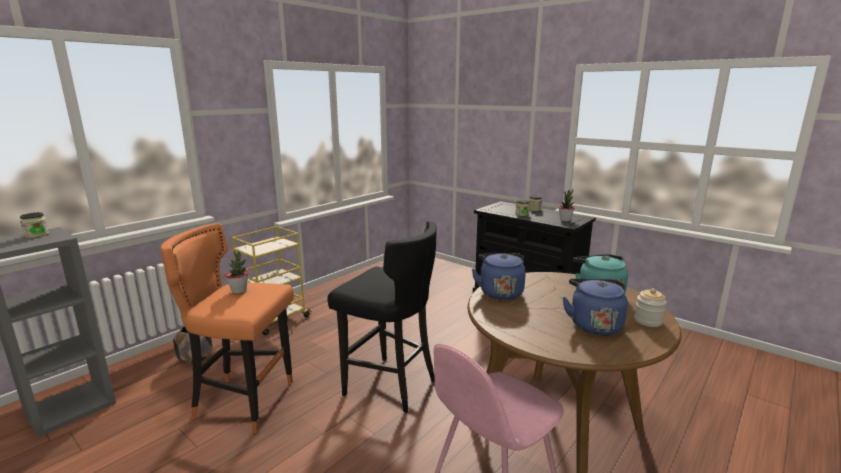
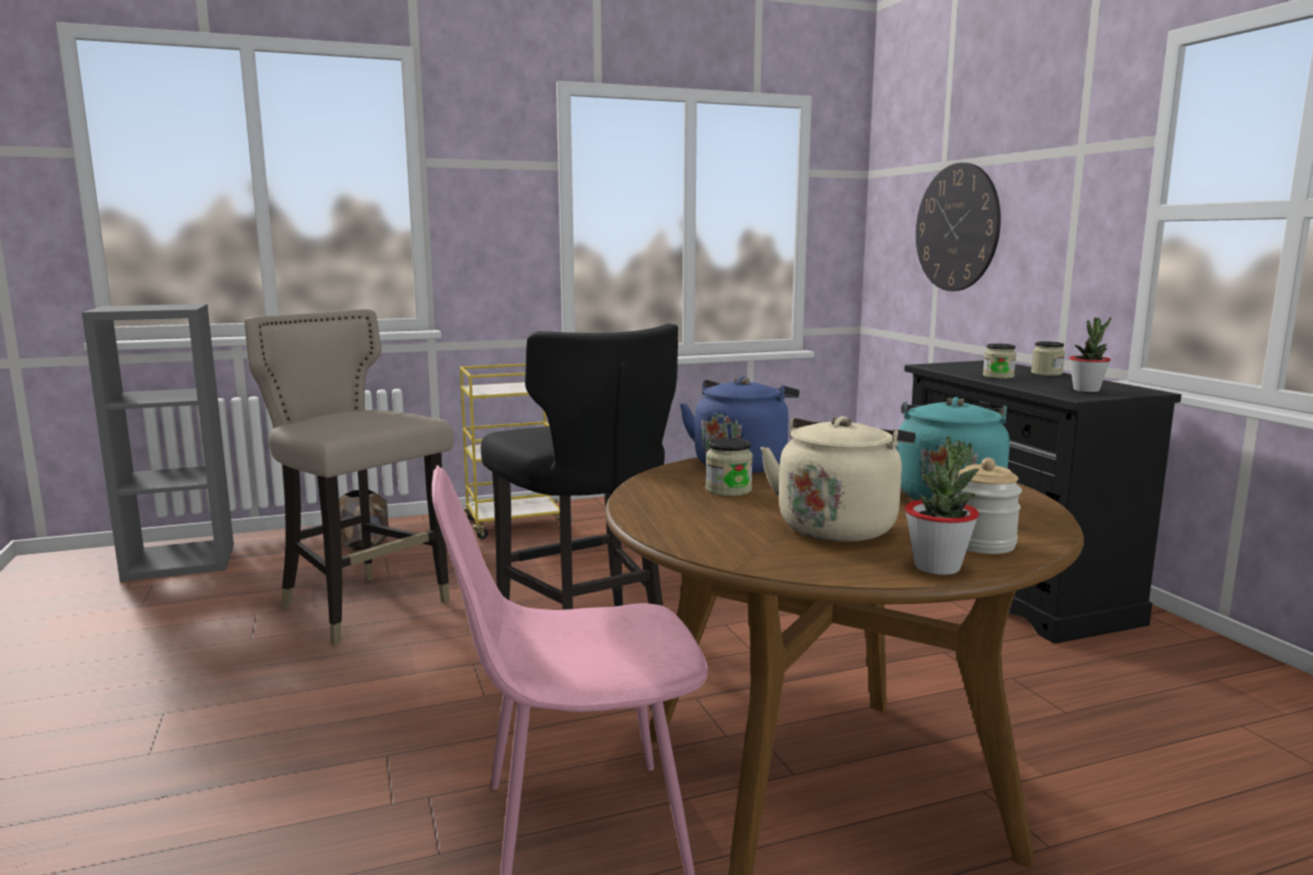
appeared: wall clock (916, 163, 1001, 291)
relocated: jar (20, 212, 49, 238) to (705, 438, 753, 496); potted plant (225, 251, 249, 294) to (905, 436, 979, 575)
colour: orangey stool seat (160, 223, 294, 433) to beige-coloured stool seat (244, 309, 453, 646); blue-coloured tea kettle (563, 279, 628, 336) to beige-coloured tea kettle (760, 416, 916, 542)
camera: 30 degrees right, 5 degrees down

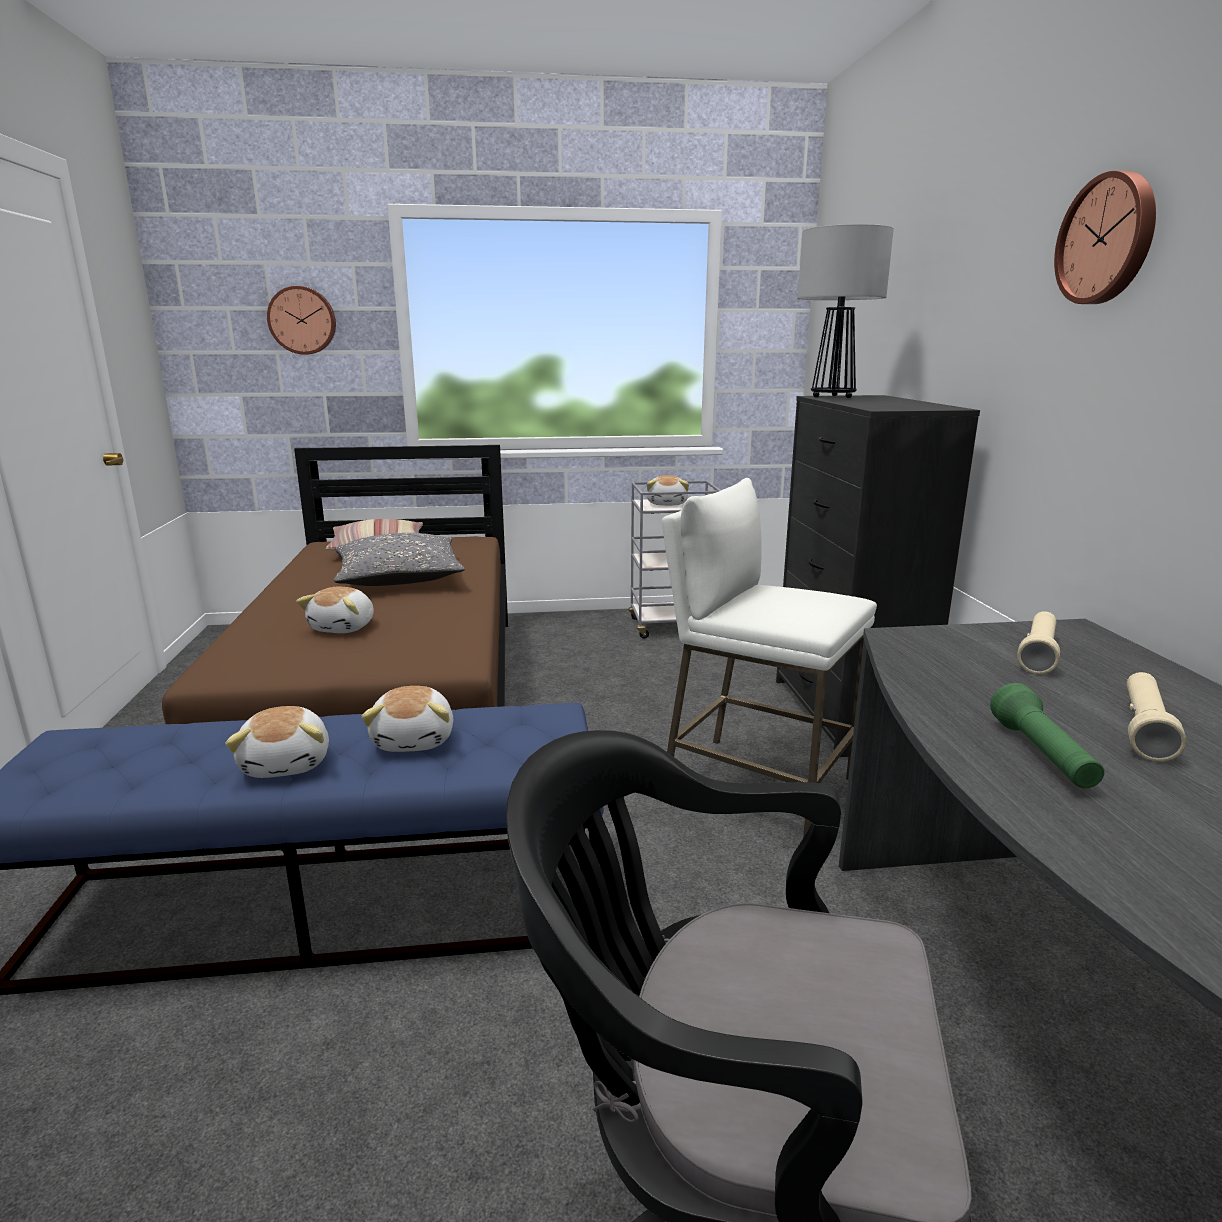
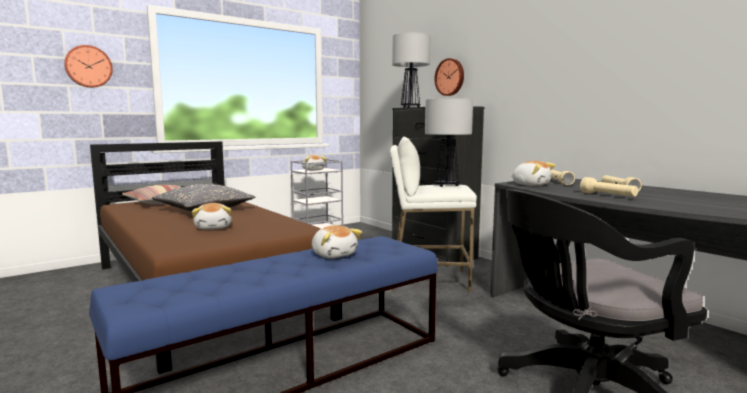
appeared: table lamp (425, 98, 473, 187)
relocated: cuddly toy (225, 706, 329, 778) to (510, 161, 555, 186); wall clock (1054, 171, 1156, 304) to (434, 58, 464, 96)
colour: green-coloured hand torch (990, 683, 1104, 788) to beige-coloured hand torch (580, 177, 638, 197)
camera: 30 degrees left, 10 degrees down

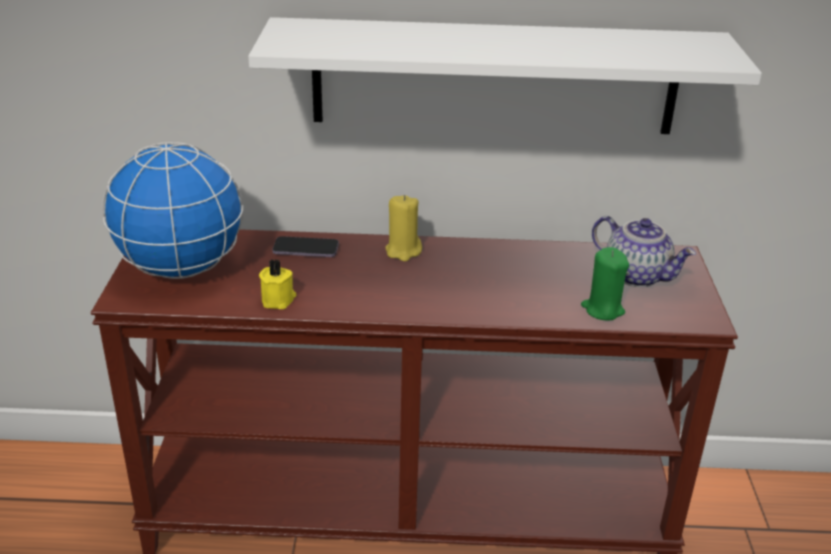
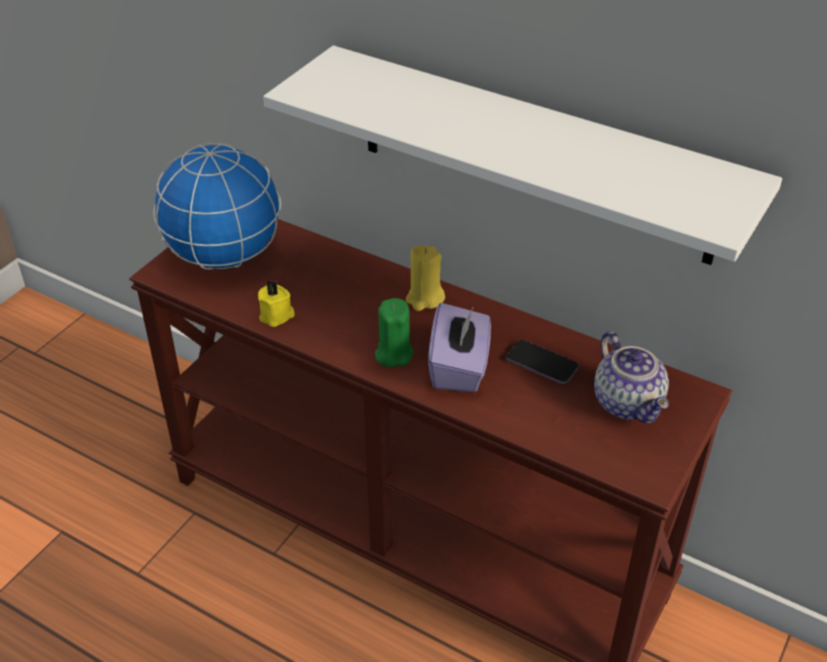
appeared: purple tissue holder (428, 303, 491, 392)
relocated: handset (272, 236, 339, 257) to (506, 340, 579, 384); green-coloured wax candle (581, 247, 629, 320) to (375, 298, 413, 367)
camera: 30 degrees right, 10 degrees up

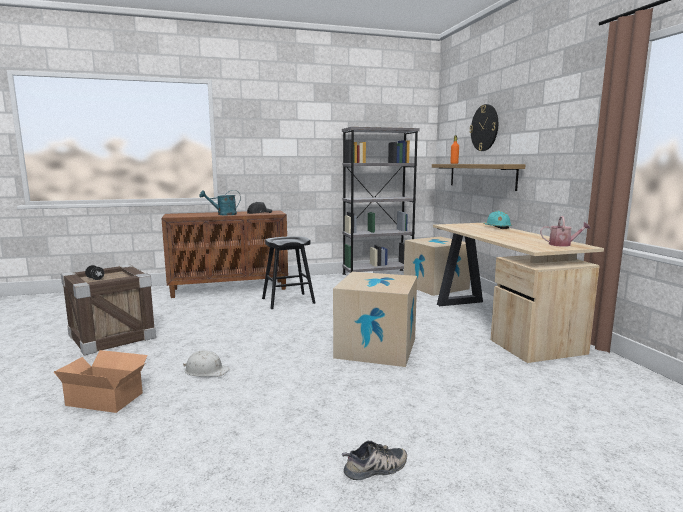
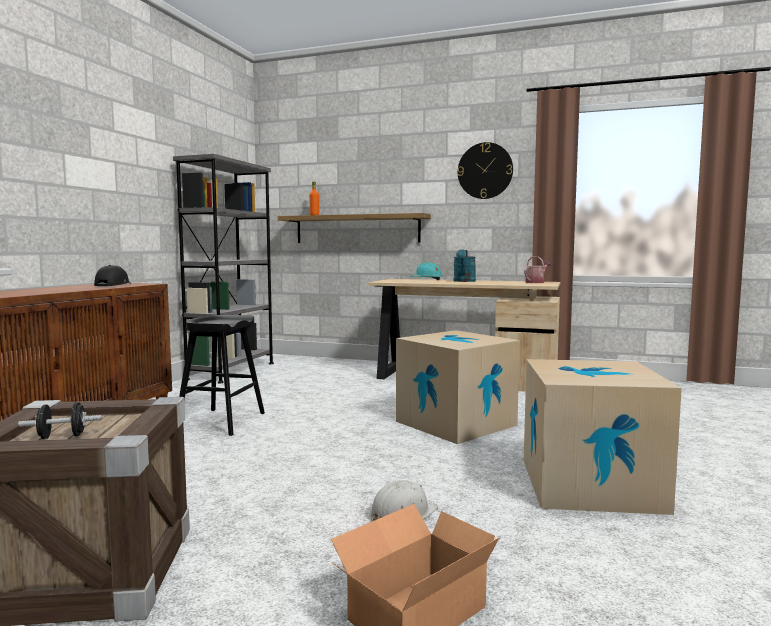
missing: low shoe (342, 441, 407, 480)
relocated: turquoise-coloured sprinkling can (199, 190, 241, 215) to (453, 249, 476, 282); carton (404, 237, 470, 296) to (524, 359, 682, 515); wall clock (470, 104, 498, 151) to (458, 142, 513, 199)
camera: 55 degrees left, 5 degrees down

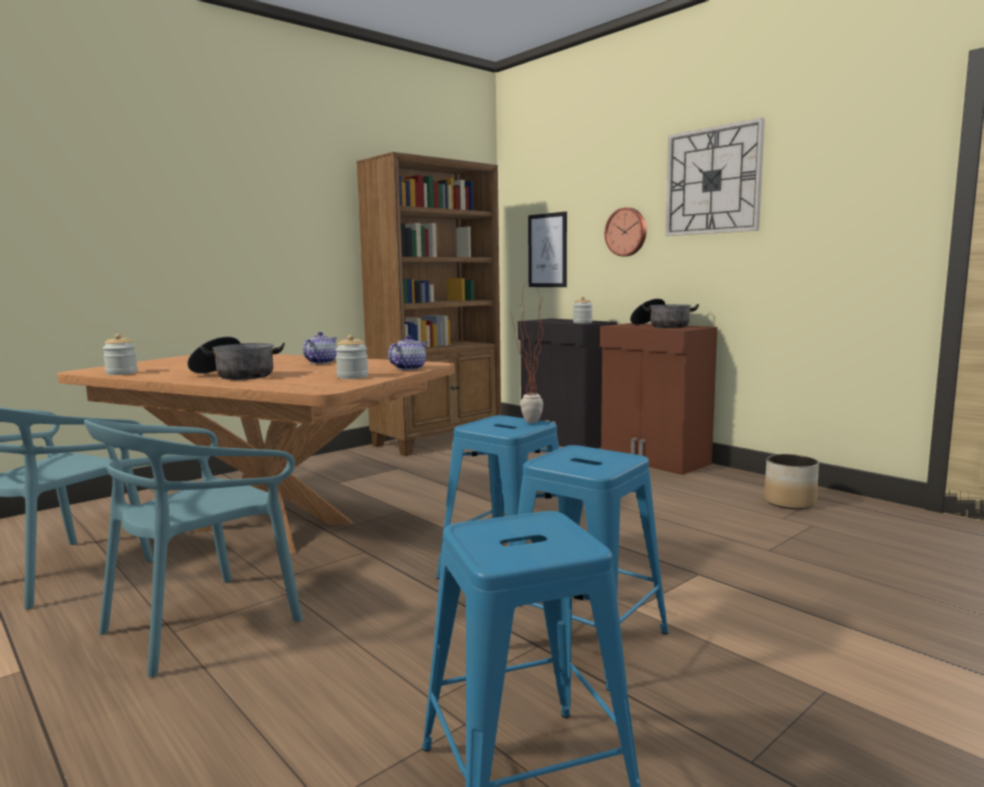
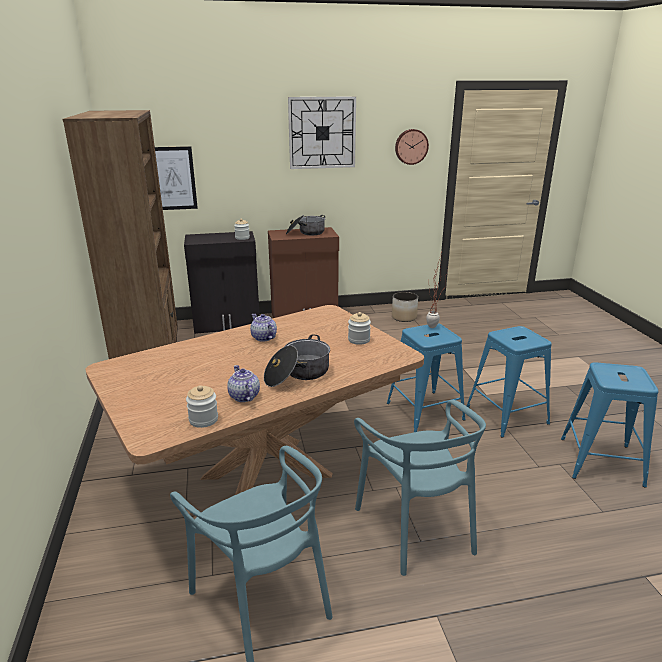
relocated: teapot (388, 335, 427, 370) to (227, 365, 260, 402); wall clock (605, 207, 647, 256) to (395, 129, 429, 165)
camera: 60 degrees left, 15 degrees up

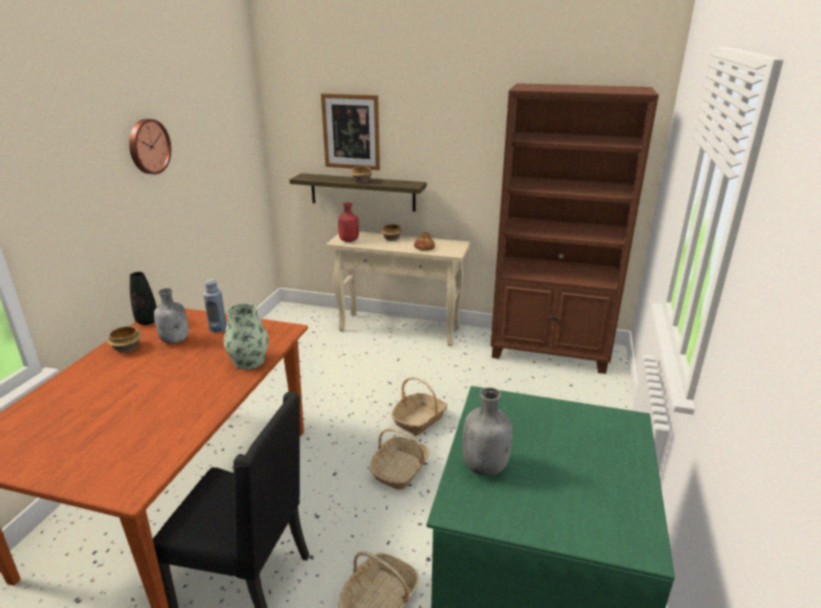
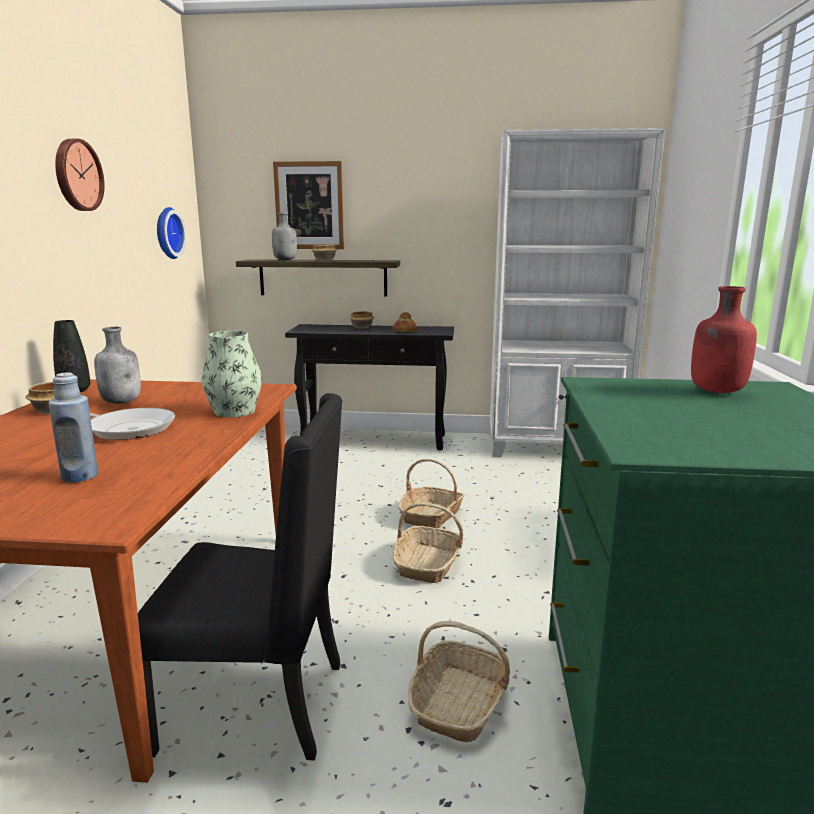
appeared: frying pan (90, 408, 175, 440); wall clock (157, 207, 186, 259)
relocated: blue-coloured bottle (203, 279, 227, 332) to (49, 372, 98, 482); red bottle (338, 202, 359, 242) to (691, 286, 757, 393); grey bottle (462, 387, 512, 476) to (272, 213, 297, 260)
colour: beige-coloured narrow table (326, 231, 470, 346) to black narrow table (285, 324, 454, 450); brown-coloured bookshelf (491, 83, 659, 374) to whitish bookshelf (490, 128, 666, 457)
camera: 10 degrees left, 10 degrees down

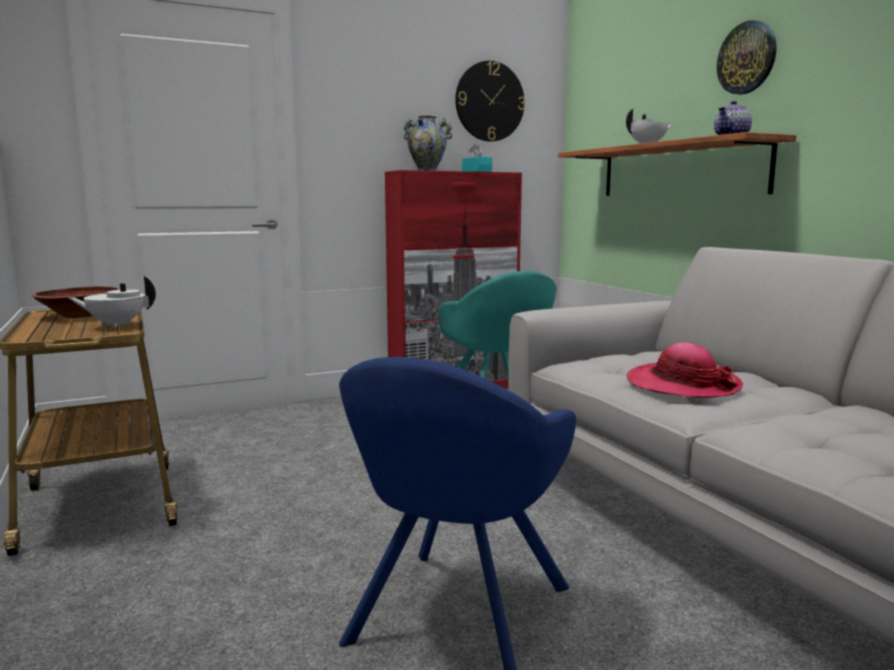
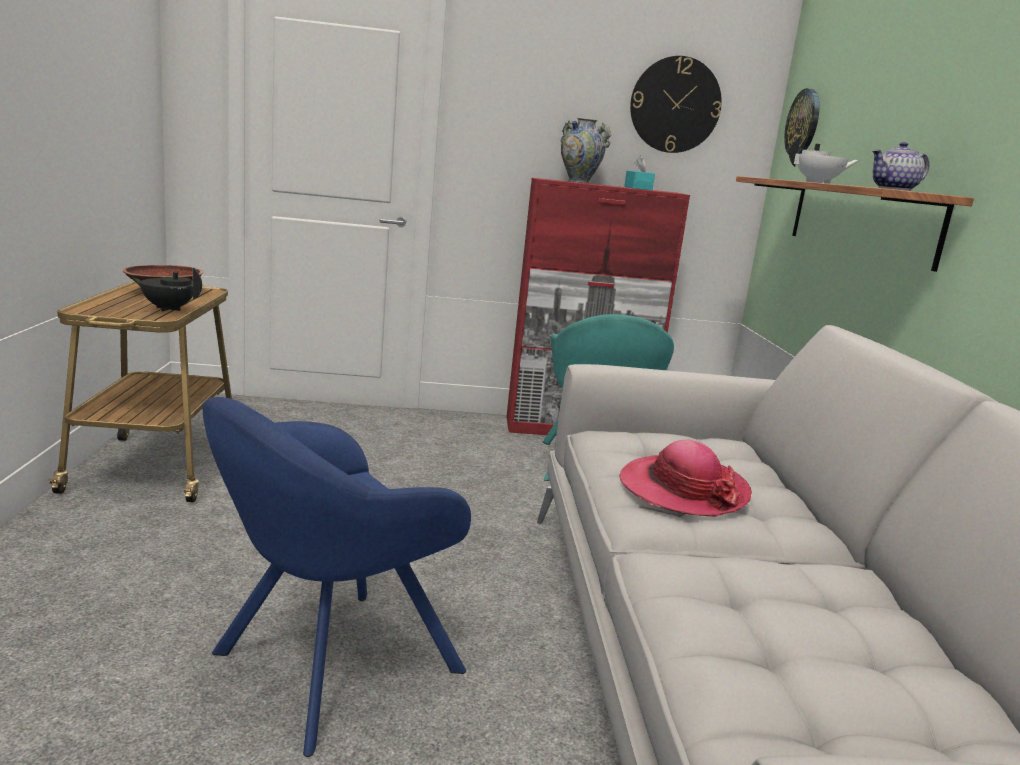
relocated: wall clock (717, 20, 776, 95) to (784, 88, 819, 155)
colour: whitish teapot (68, 276, 156, 327) to black teapot (132, 268, 202, 311)
camera: 20 degrees right, 5 degrees up

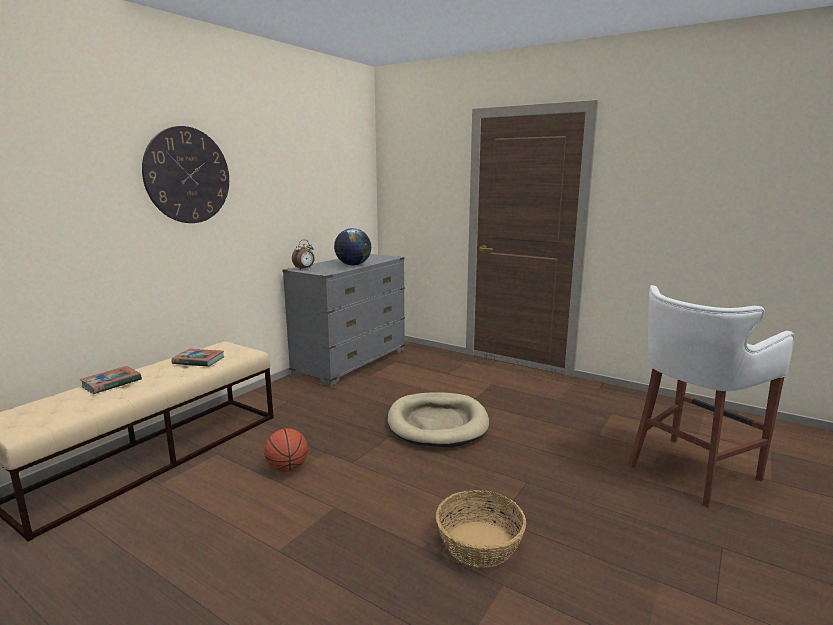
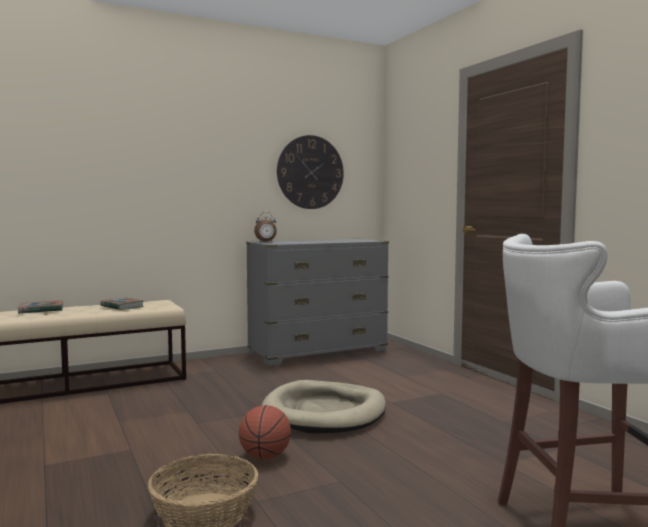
missing: desk globe (334, 228, 371, 266)
relocated: wall clock (142, 126, 229, 223) to (277, 135, 344, 209); basketball (264, 428, 308, 472) to (239, 405, 291, 460)
camera: 30 degrees right, 10 degrees down

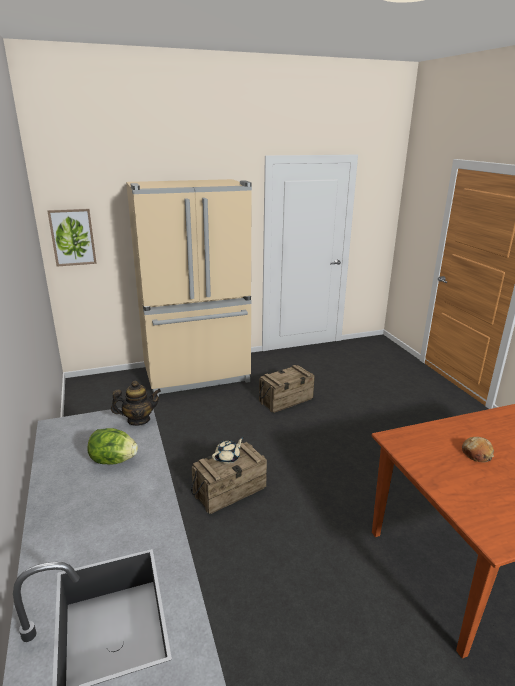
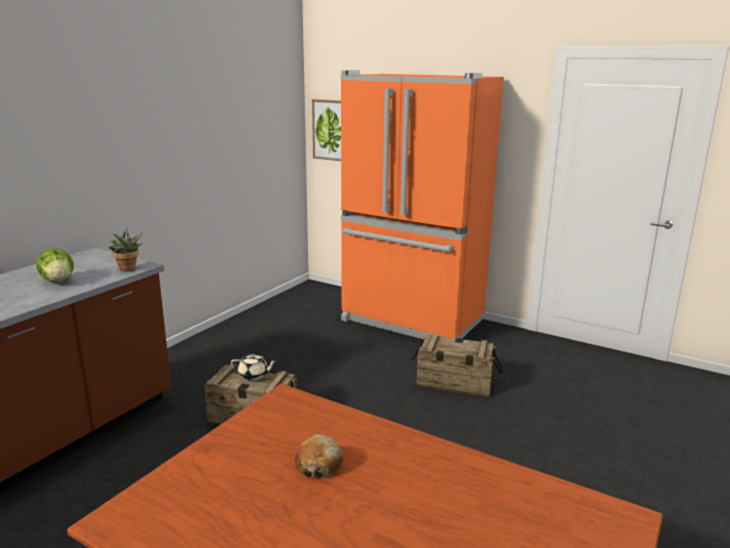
exchanged: teapot (111, 381, 161, 426) to potted plant (109, 228, 143, 272)
colour: beige-coloured kitchen fridge (126, 179, 252, 396) to orangey kitchen fridge (341, 70, 504, 339)
camera: 50 degrees right, 5 degrees down

